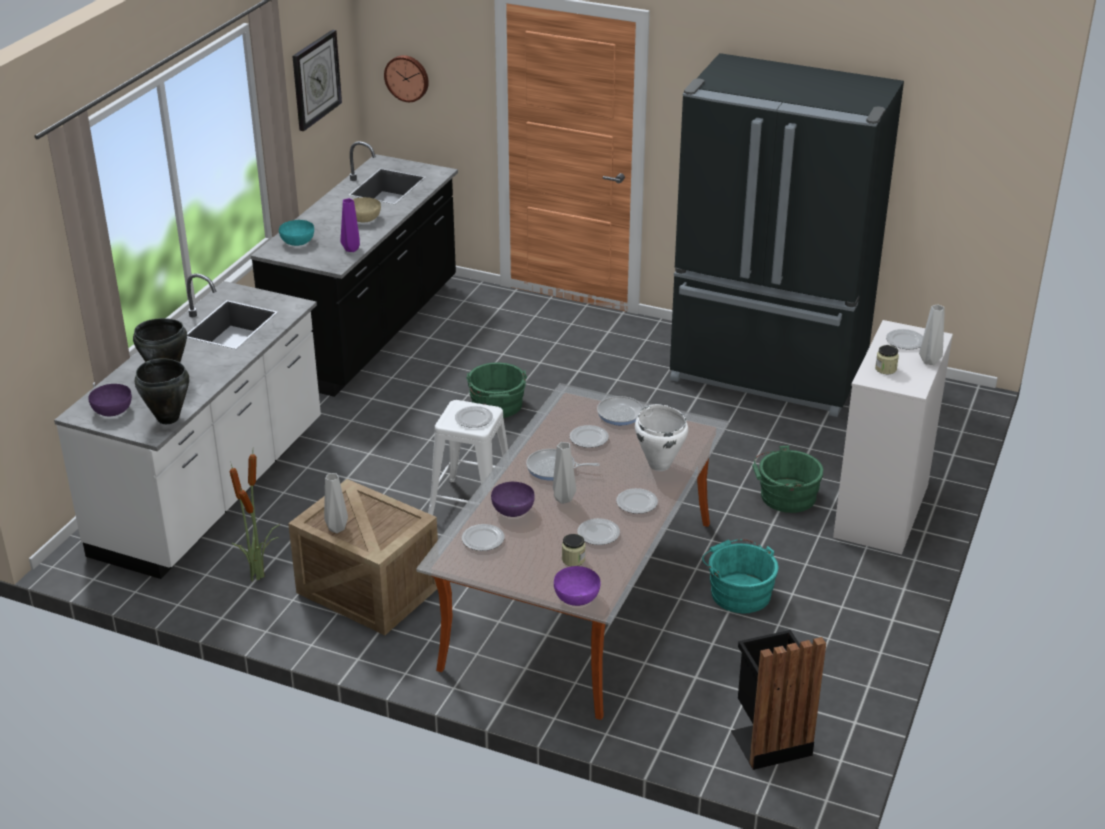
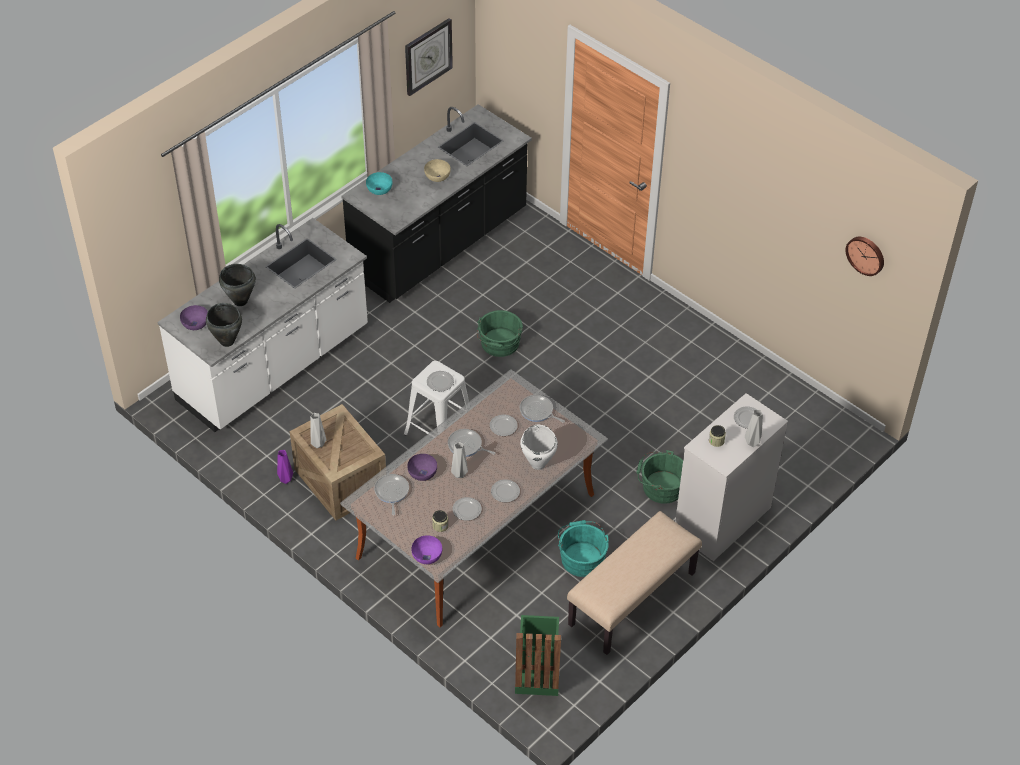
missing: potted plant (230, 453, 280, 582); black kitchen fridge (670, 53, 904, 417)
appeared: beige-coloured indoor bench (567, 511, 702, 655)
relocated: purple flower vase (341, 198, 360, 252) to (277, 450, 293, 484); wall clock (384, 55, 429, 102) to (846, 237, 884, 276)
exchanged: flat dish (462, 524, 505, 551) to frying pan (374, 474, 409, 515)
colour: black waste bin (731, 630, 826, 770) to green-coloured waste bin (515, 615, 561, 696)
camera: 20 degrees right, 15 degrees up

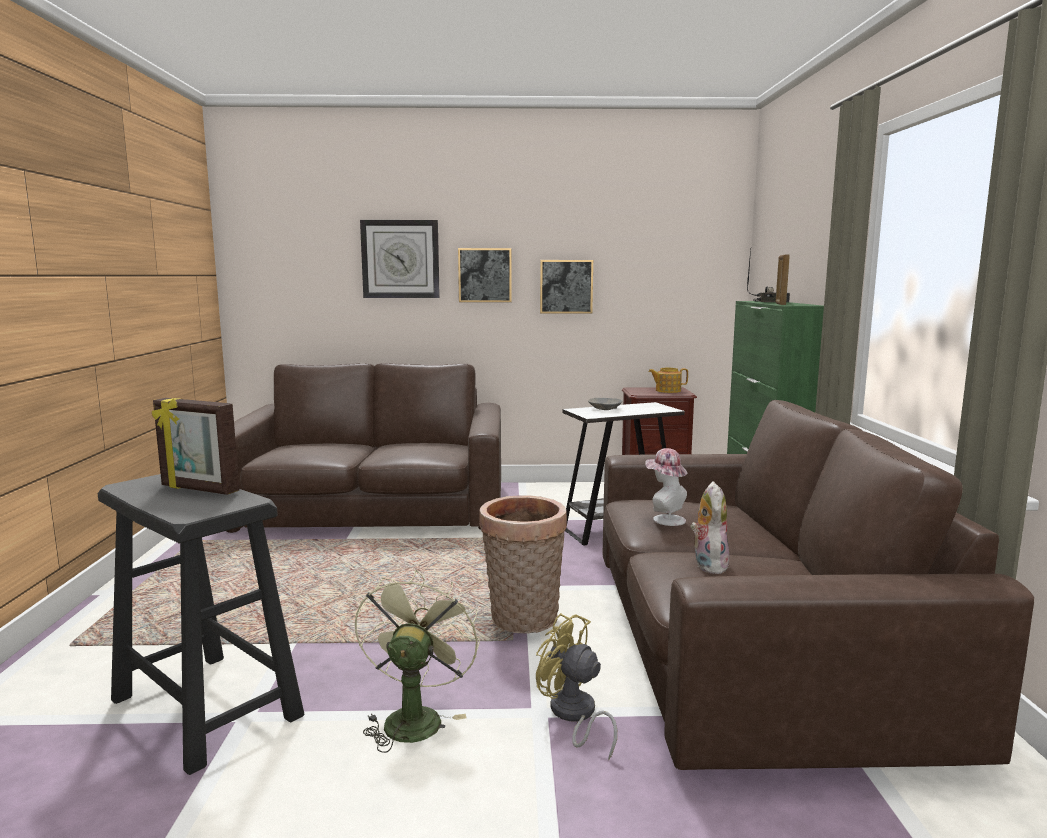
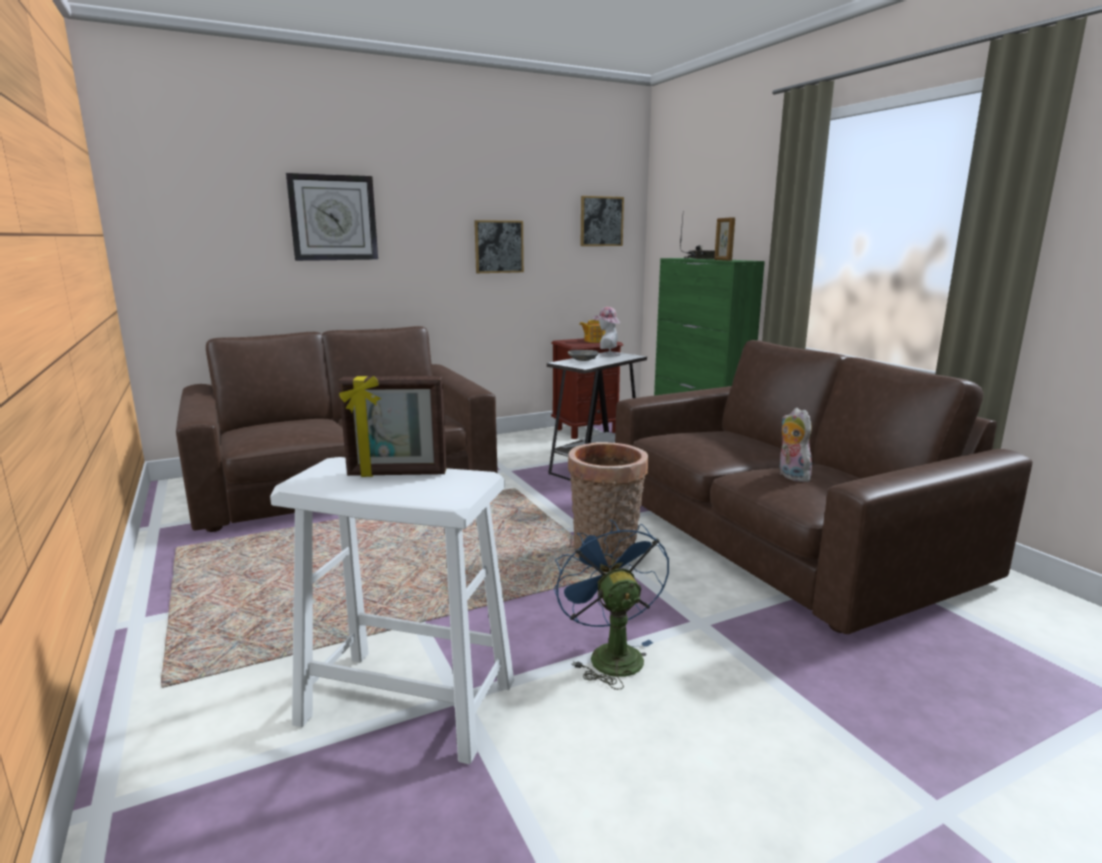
missing: yellow-coloured cooling fan (536, 613, 617, 760)
relocated: wall art (458, 248, 512, 302) to (580, 196, 624, 246); hat (645, 448, 687, 526) to (593, 307, 620, 356)
colour: black stool seat (98, 474, 304, 775) to whitish stool seat (270, 457, 514, 764); green-coloured cooling fan (355, 570, 480, 753) to blue-coloured cooling fan (554, 519, 669, 690)
camera: 25 degrees left, 5 degrees up

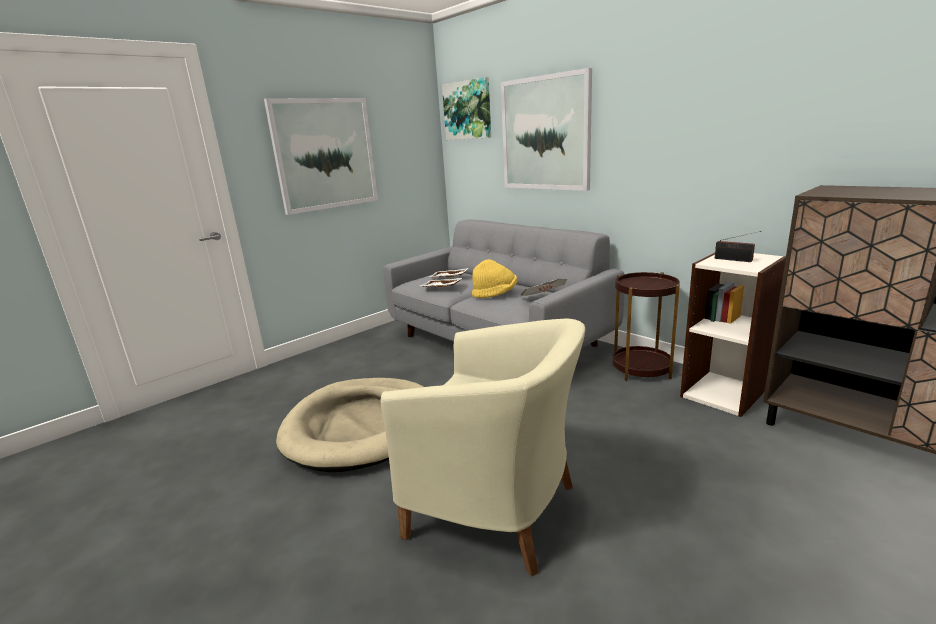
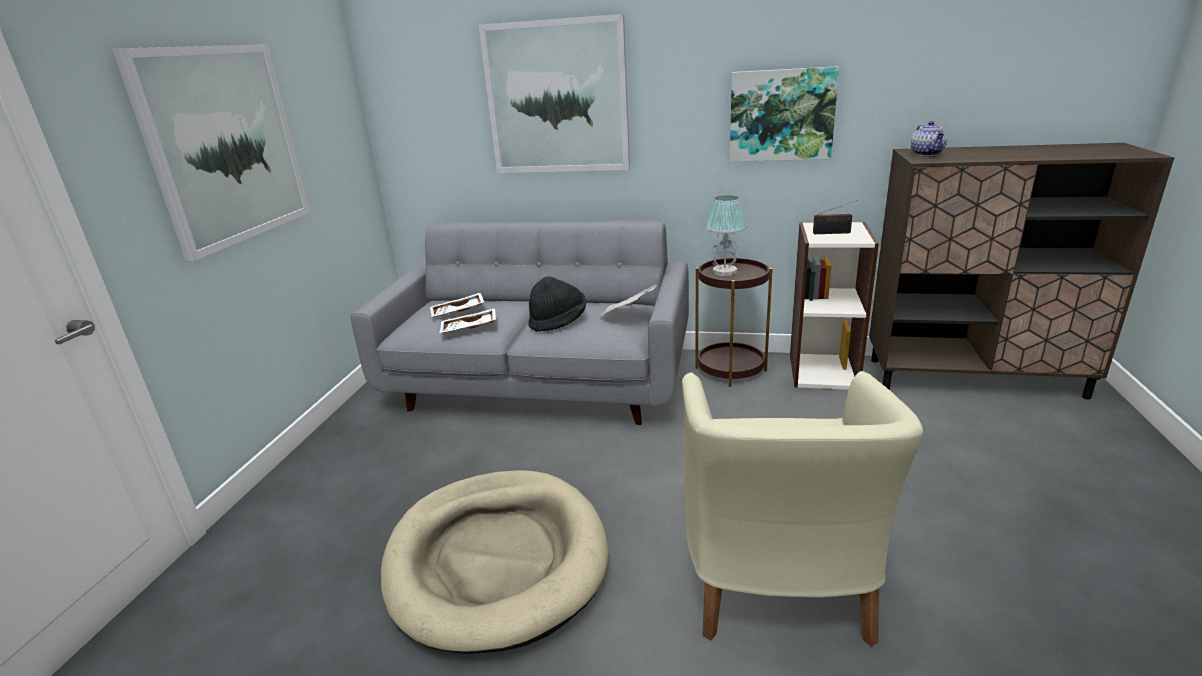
appeared: table lamp (705, 196, 747, 276); teapot (911, 121, 947, 156)
relocated: wall art (442, 77, 491, 140) to (730, 66, 839, 162)
colour: yellow-coloured hat (472, 259, 517, 298) to black hat (528, 276, 586, 332)
spun: beige-coloured easy chair (380, 319, 585, 577) = (682, 371, 923, 647) 105 degrees clockwise
camera: 35 degrees left, 5 degrees up

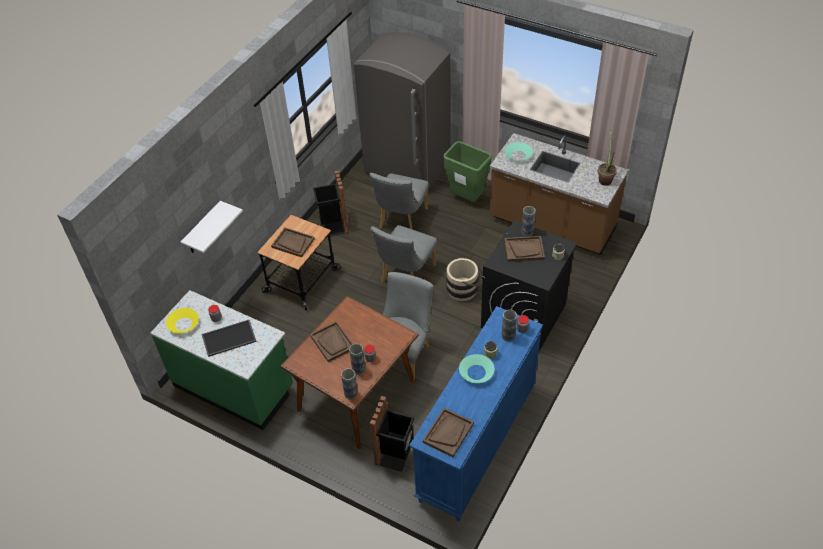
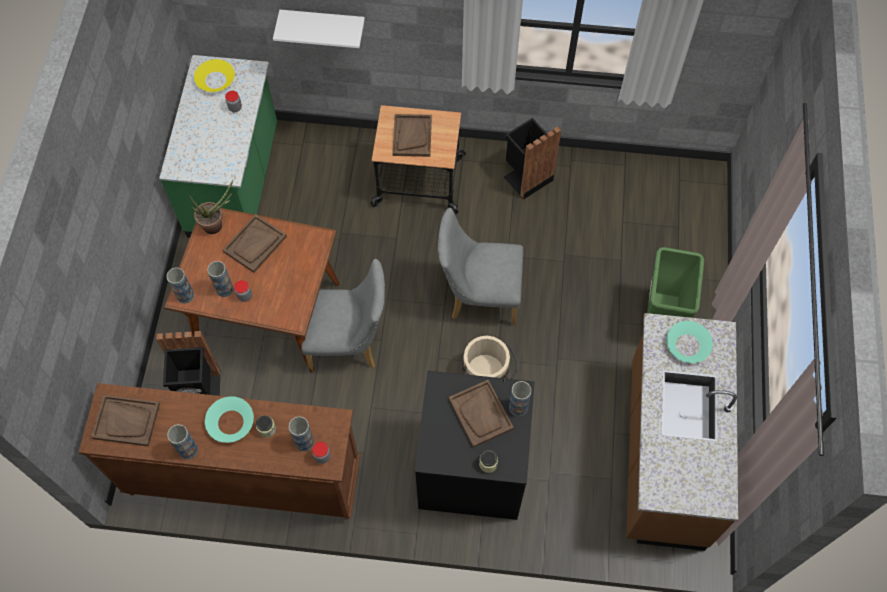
missing: carrying tray (201, 320, 257, 357); grey kitchen fridge (354, 32, 451, 192); grey plain chair (370, 173, 429, 230)
appeared: flower vase (167, 424, 198, 459)
relocated: potted plant (598, 129, 617, 186) to (189, 180, 233, 234)
colour: blue-coloured drawer chest (409, 306, 543, 521) to brown-coloured drawer chest (79, 383, 361, 519)
camera: 65 degrees right, 15 degrees up

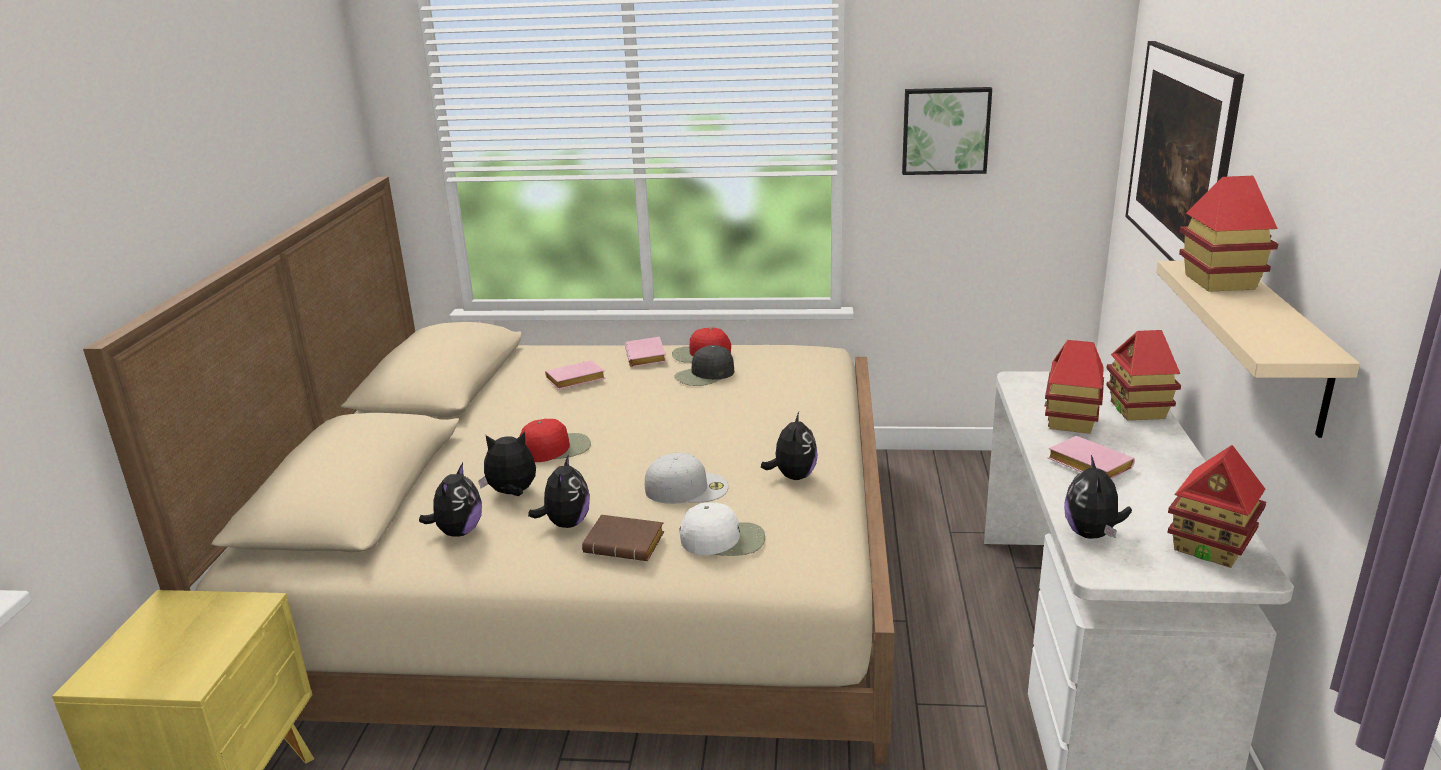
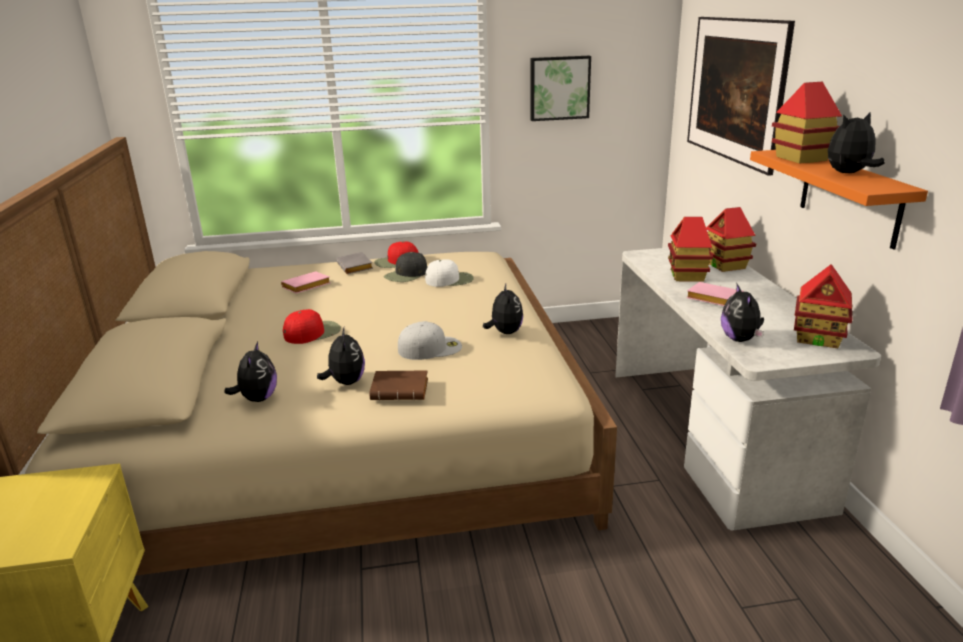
relocated: cuddly toy (478, 432, 536, 496) to (828, 112, 885, 173); whitish cap (680, 503, 765, 556) to (425, 259, 474, 287)
colour: pinkish book (625, 337, 666, 367) to grey book (336, 252, 373, 274); beige-coloured wall shelf (1156, 261, 1360, 438) to orangey wall shelf (750, 150, 928, 250)
camera: 15 degrees left, 0 degrees up

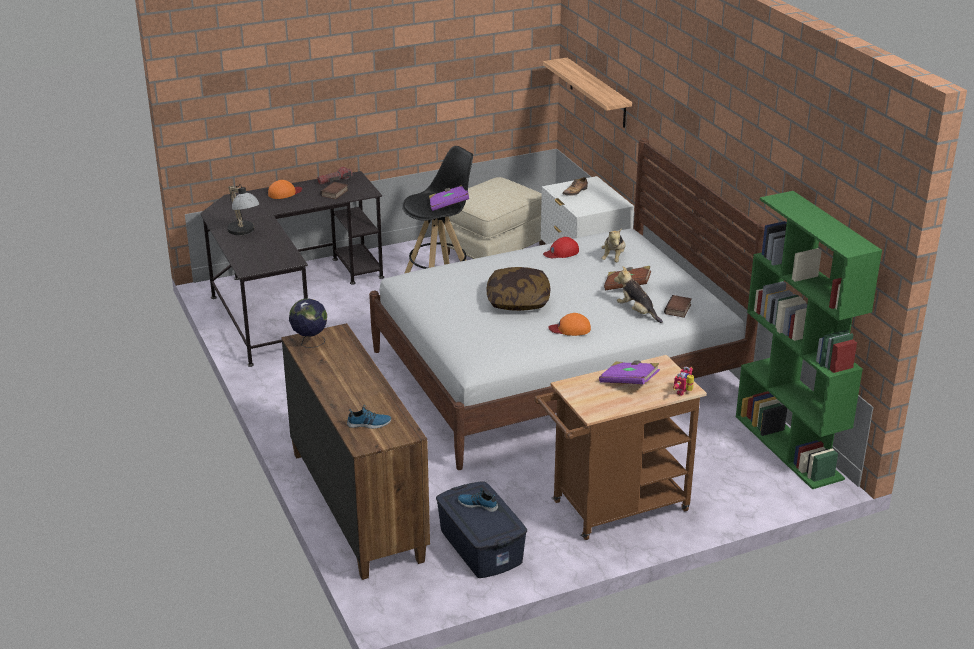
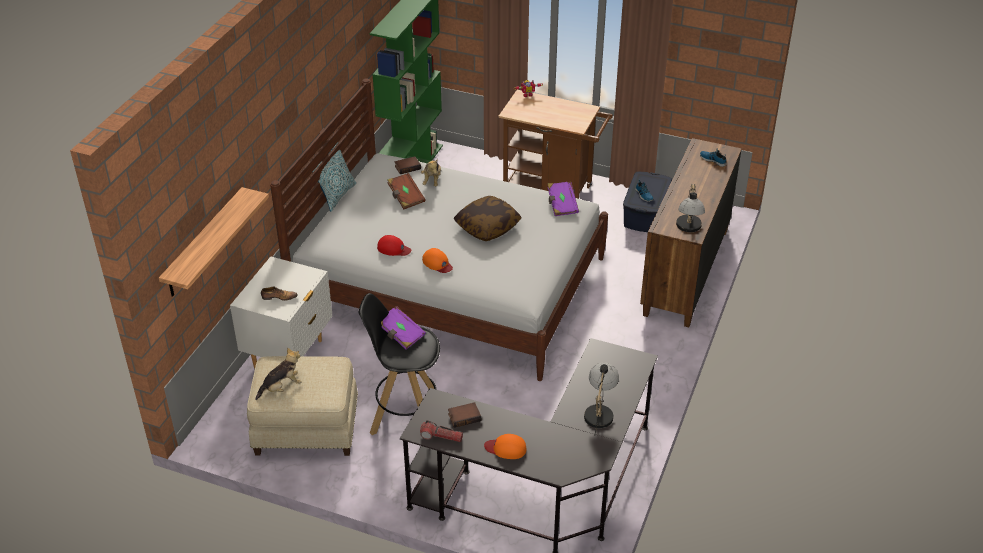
appeared: cushion (313, 143, 356, 212)
relocated: orangey cap (548, 313, 591, 336) to (422, 248, 453, 273); purple book (599, 361, 660, 384) to (547, 181, 579, 216); cuddly toy (601, 228, 625, 263) to (255, 347, 302, 400)
exchanged: desk globe (289, 298, 327, 348) to table lamp (676, 184, 705, 232)
camera: 135 degrees left, 10 degrees up

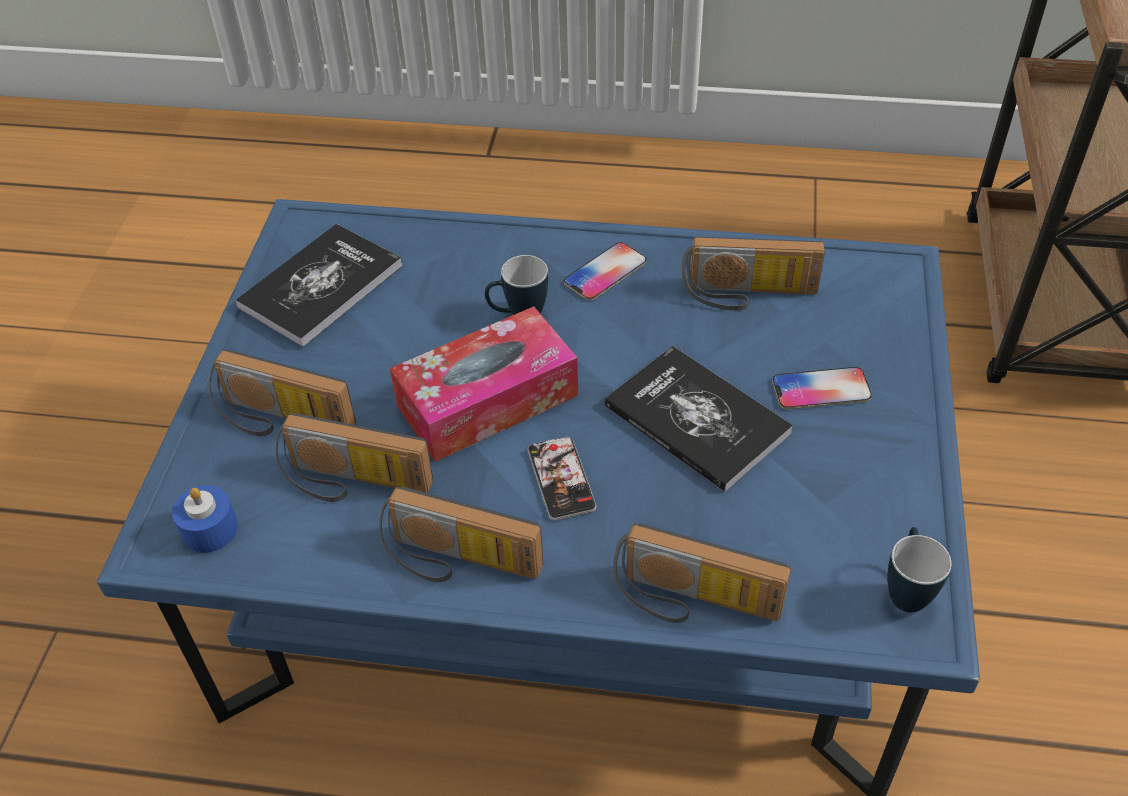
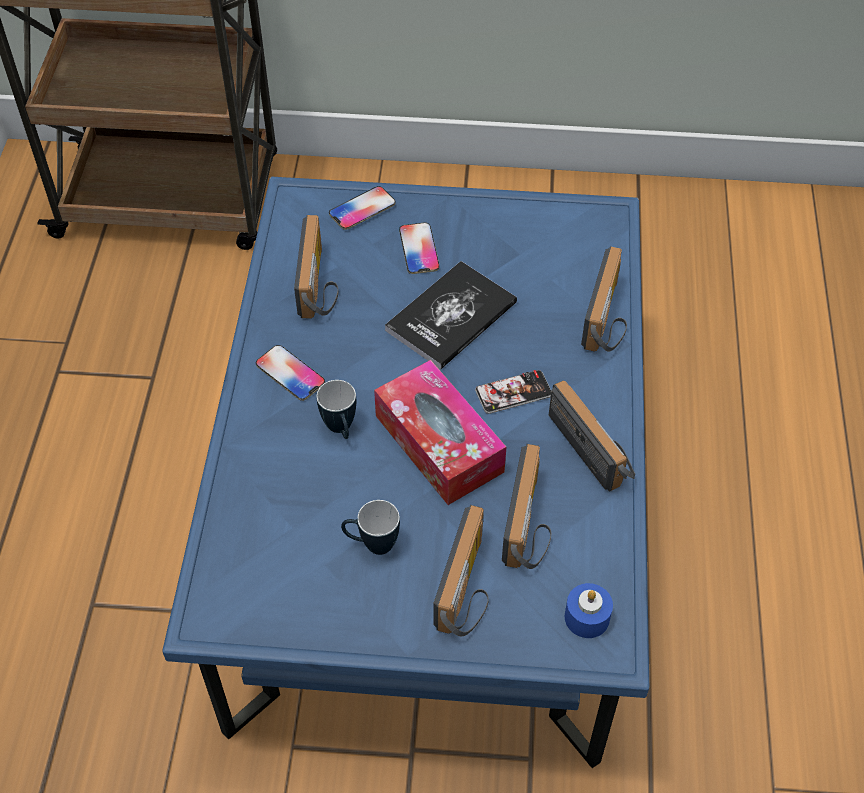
missing: book (235, 224, 403, 346)
appeared: handset (329, 186, 396, 230)
relocated: mug (887, 527, 952, 613) to (341, 500, 400, 555)
spun: radio (379, 486, 544, 582) = (549, 380, 635, 491) 45 degrees counterclockwise
camera: 95 degrees left, 5 degrees up

